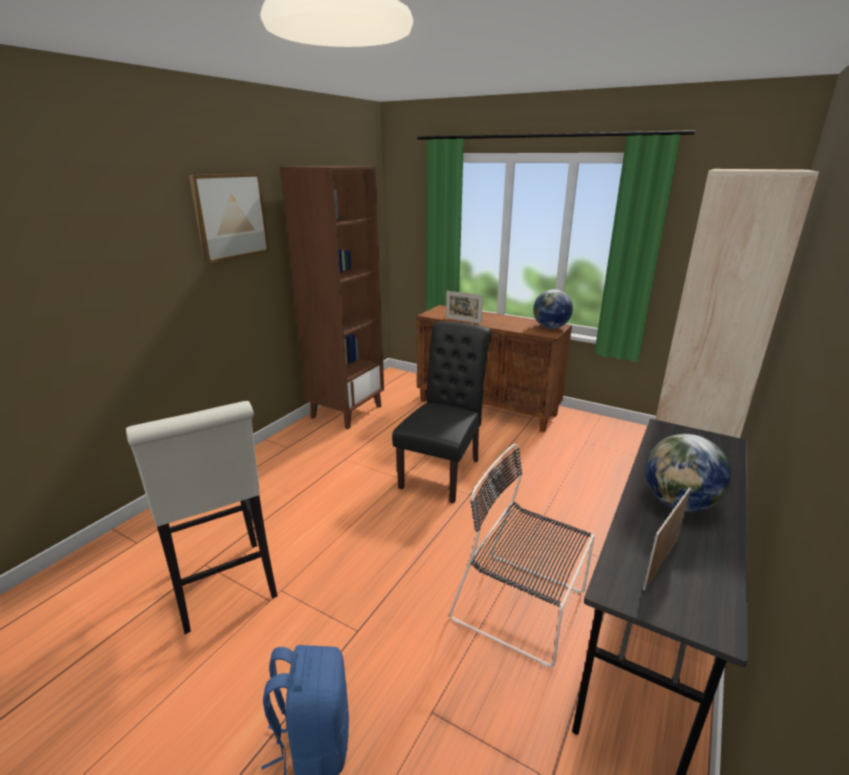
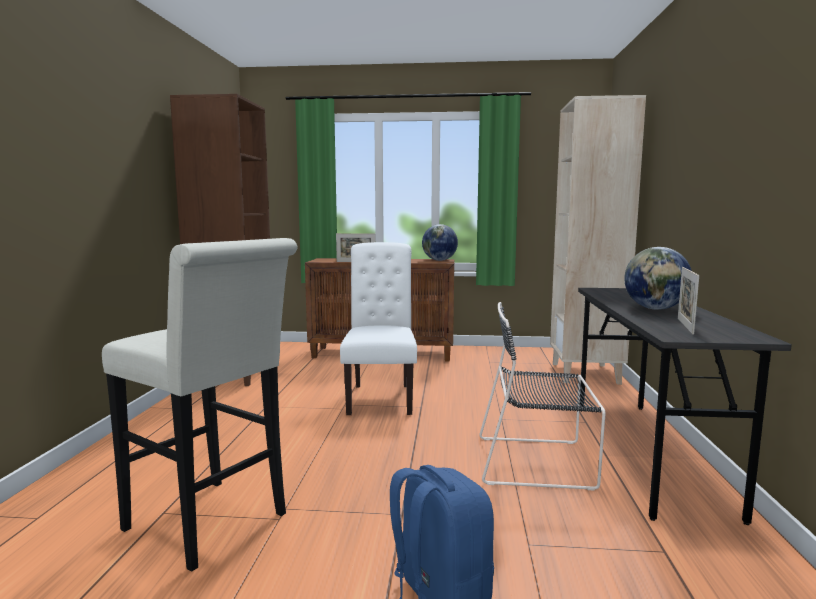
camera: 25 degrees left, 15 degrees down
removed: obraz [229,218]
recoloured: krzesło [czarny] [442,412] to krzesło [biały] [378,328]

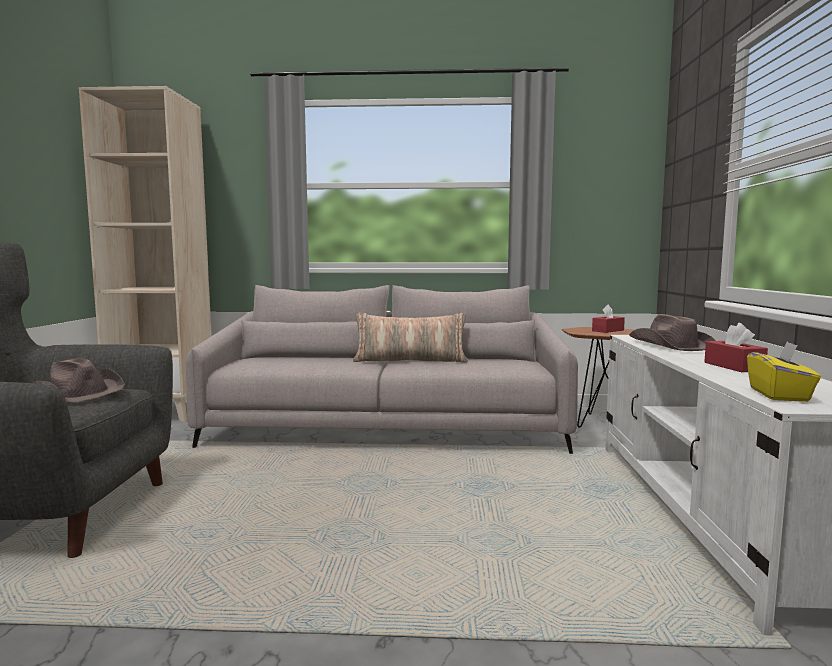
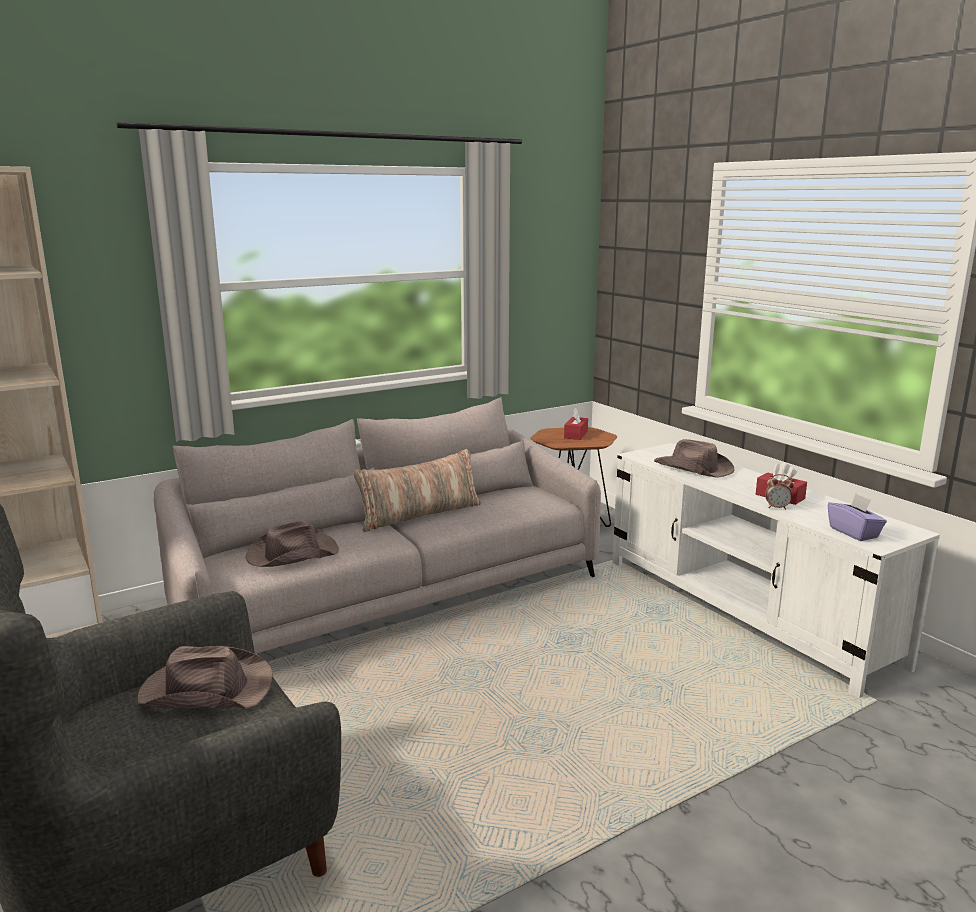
camera: 35 degrees left, 10 degrees up
added: budzik [779,492]; kapelusz [brązowy] [292,544]
recoloured: pudełko chusteczek [żółty] [784,372] to pudełko chusteczek [fioletowy] [857,517]

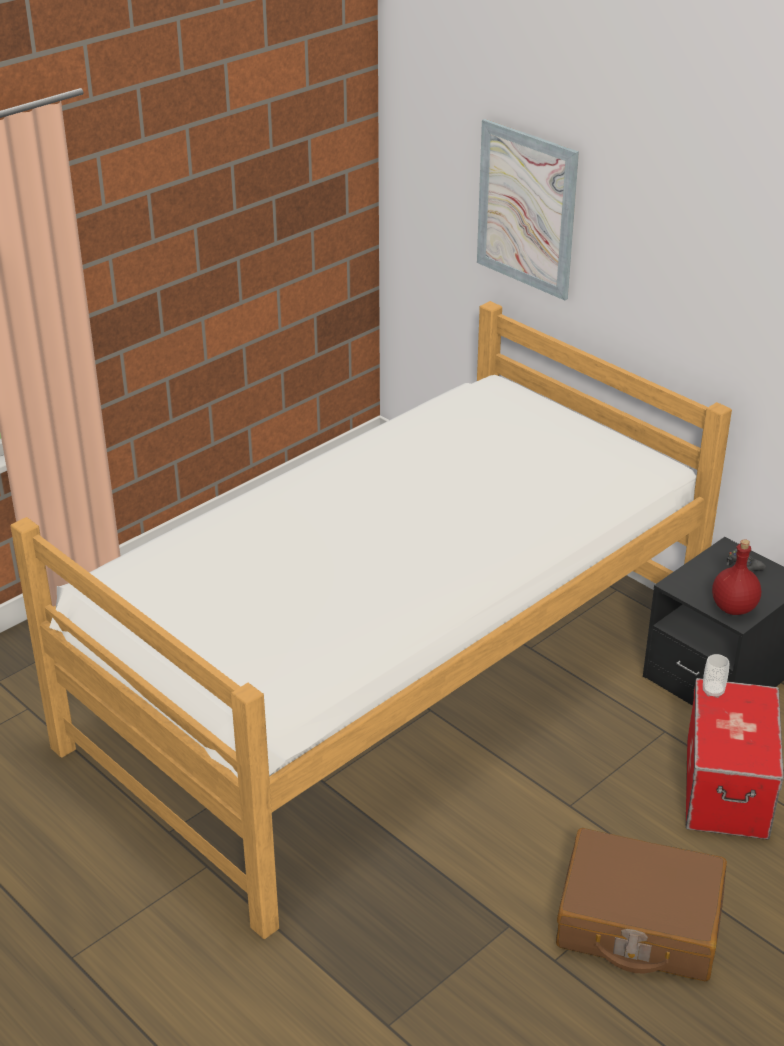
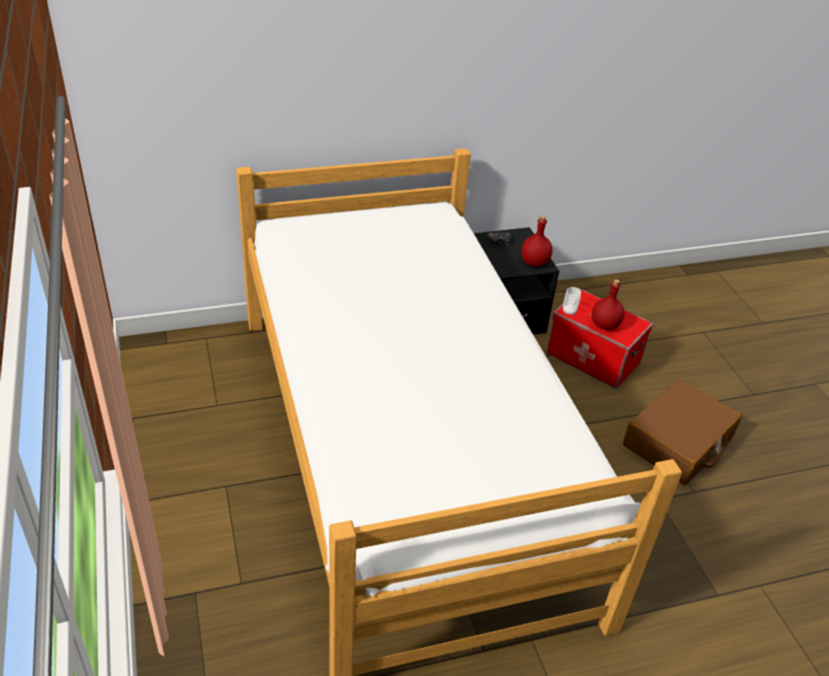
camera: 65 degrees left, 5 degrees up
removed: obraz [528,209]
added: butelka [czerwony] [608,304]

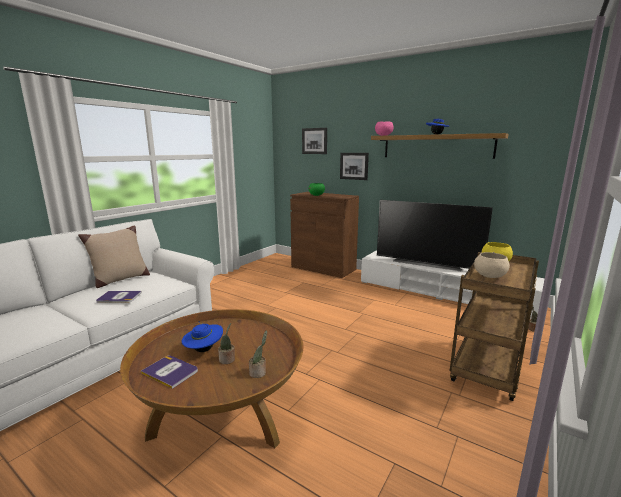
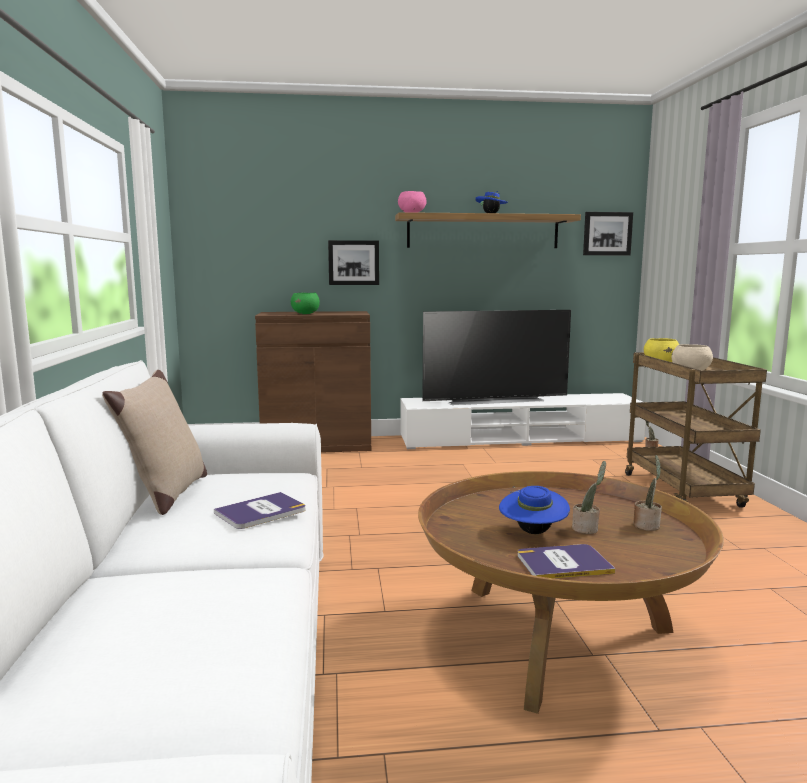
camera: 40 degrees left, 5 degrees down
moved: obraz [314,141] to [608,233]

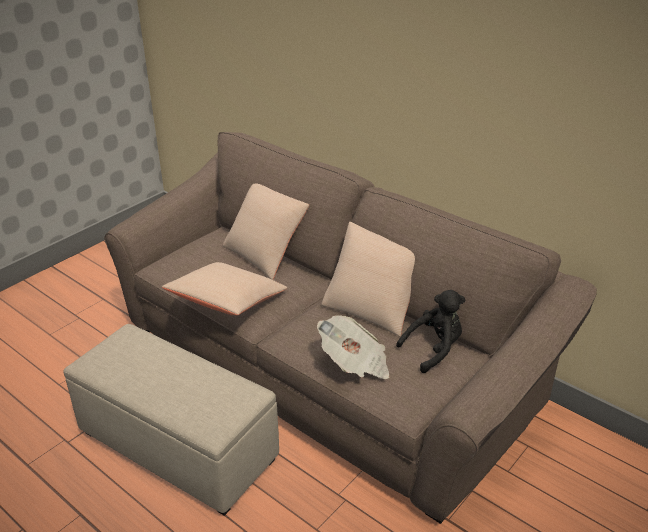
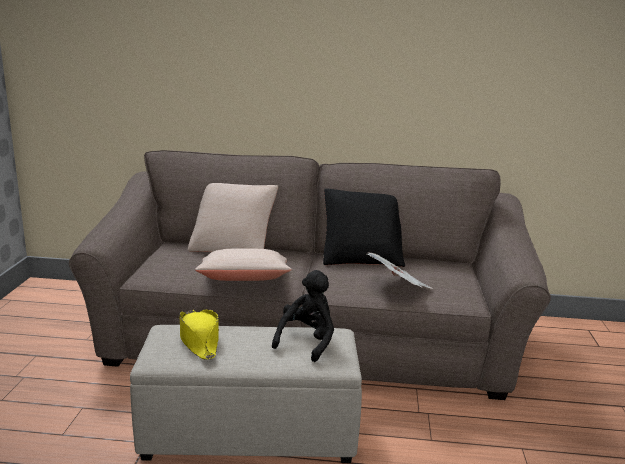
camera: 35 degrees left, 15 degrees down
added: kapelusz [żółty] [199,334]
moved: pluszak [czarny] [430,331] to [303,316]
recoloured: poduszka [beżowy] [368,279] to poduszka [czarny] [364,227]

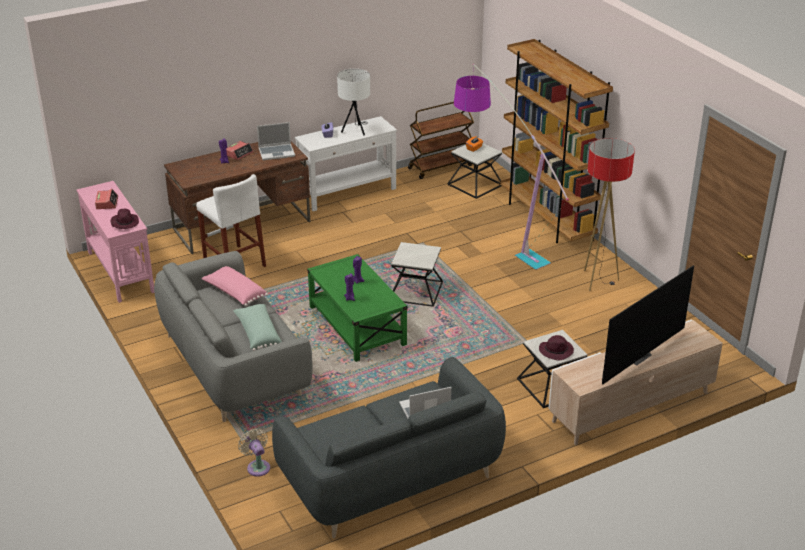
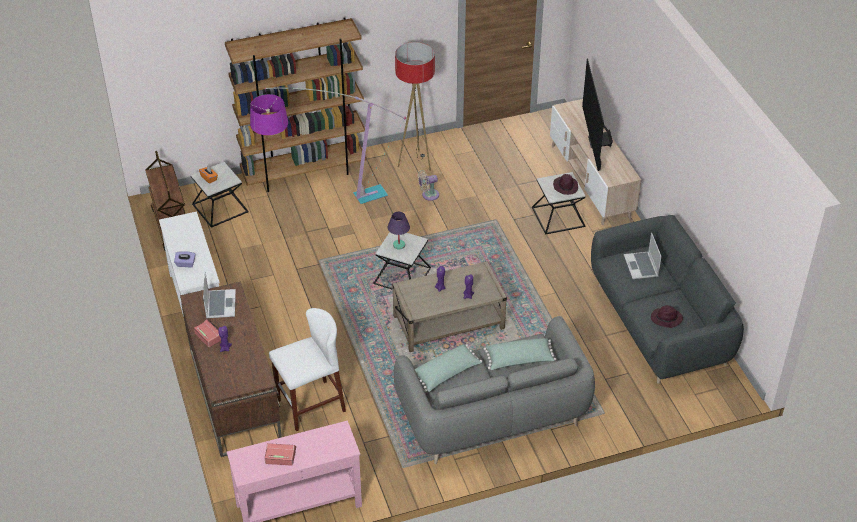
camera: 80 degrees left, 10 degrees up
removed: lampa stołowa [biały] [353,102]
added: lampa stołowa [fioletowy] [399,231]
moved: kapelusz [fioletowy] [124,219] to [667,316]; wentylator [beżowy] [254,452] to [428,185]
recoloured: ława [zielony] [357,308] to ława [beżowy] [449,306]; poduszka [różowy] [235,286] to poduszka [zielony] [448,368]
turned: telewizor [648,324] = [597,114] 150 degrees counterclockwise

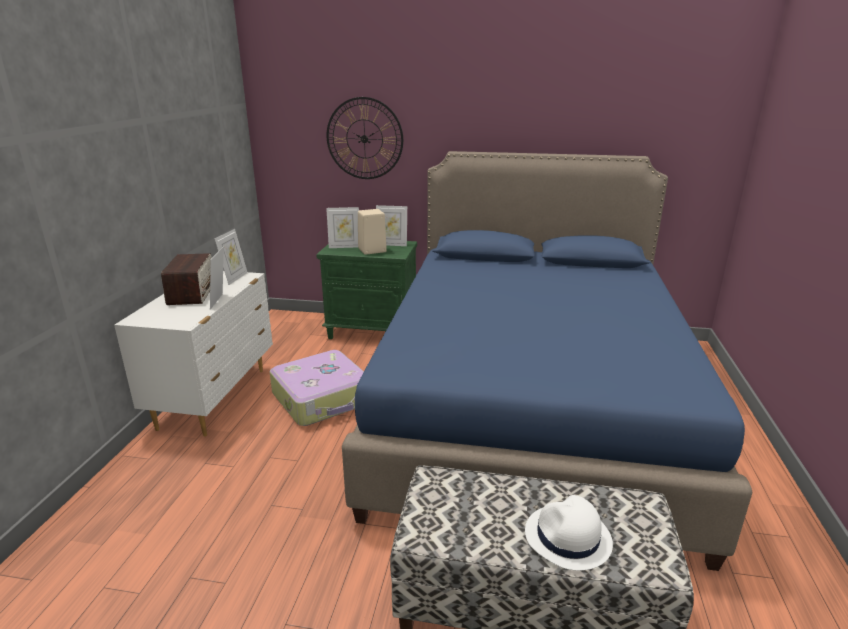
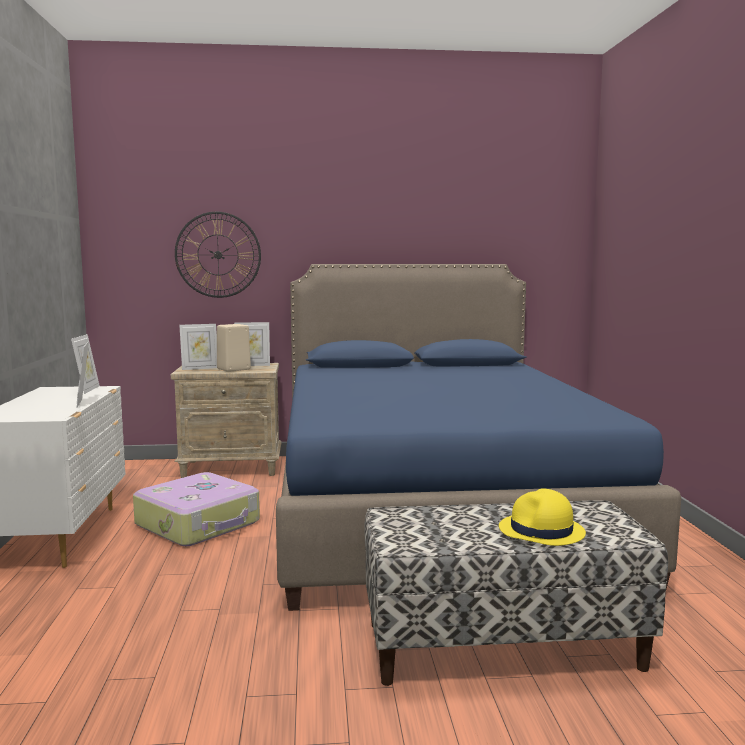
camera: 15 degrees left, 15 degrees down
removed: radio [186,279]
recoloured: szafka nocna [zielony] [366,290] to szafka nocna [beżowy] [226,420]; kapelusz [biały] [569,533] to kapelusz [żółty] [542,517]

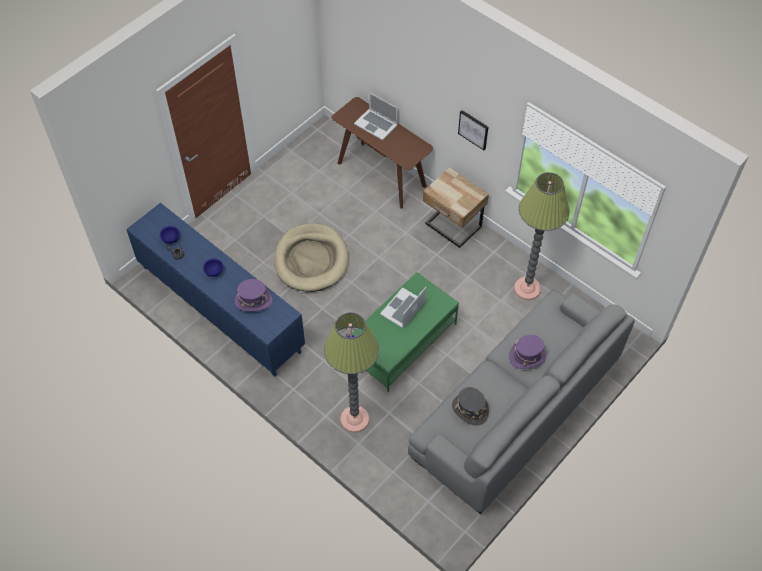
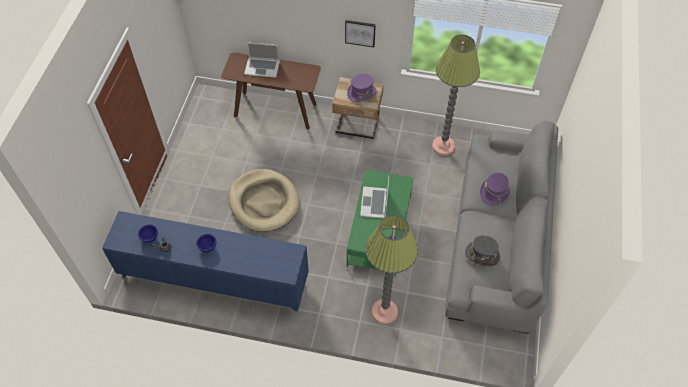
camera: 30 degrees left, 0 degrees up
moved: kapelusz [fioletowy] [253,295] to [362,88]

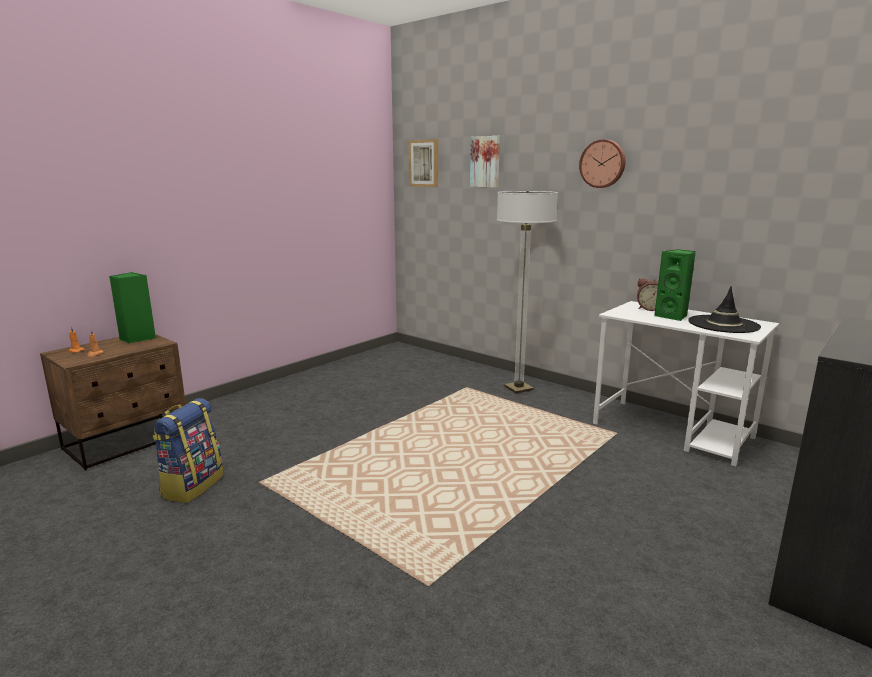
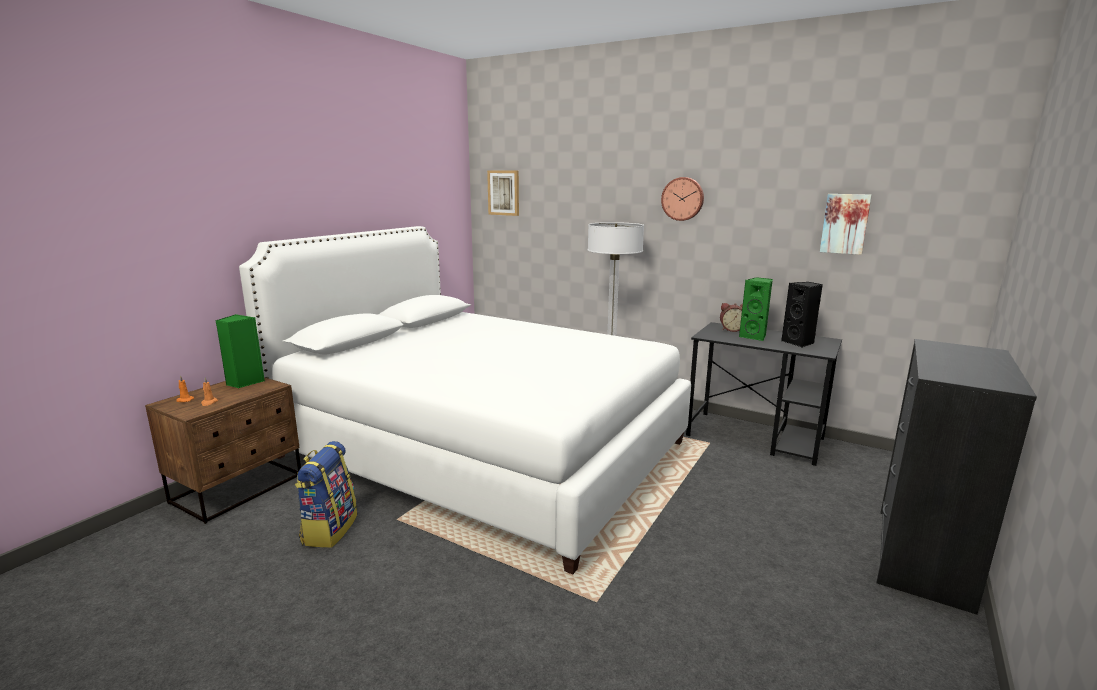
camera: 10 degrees left, 0 degrees up
added: łóżko [biały] [465,400]
moved: obraz [485,162] to [846,224]
replaced: kapelusz [czarny] [724,309] to głośnik [czarny] [802,315]
recoloured: biurko [biały] [686,384] to biurko [czarny] [764,394]

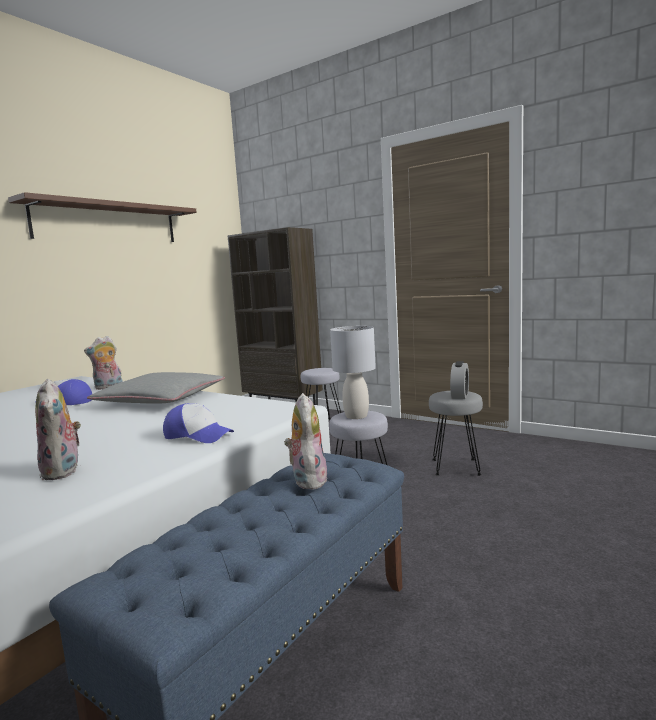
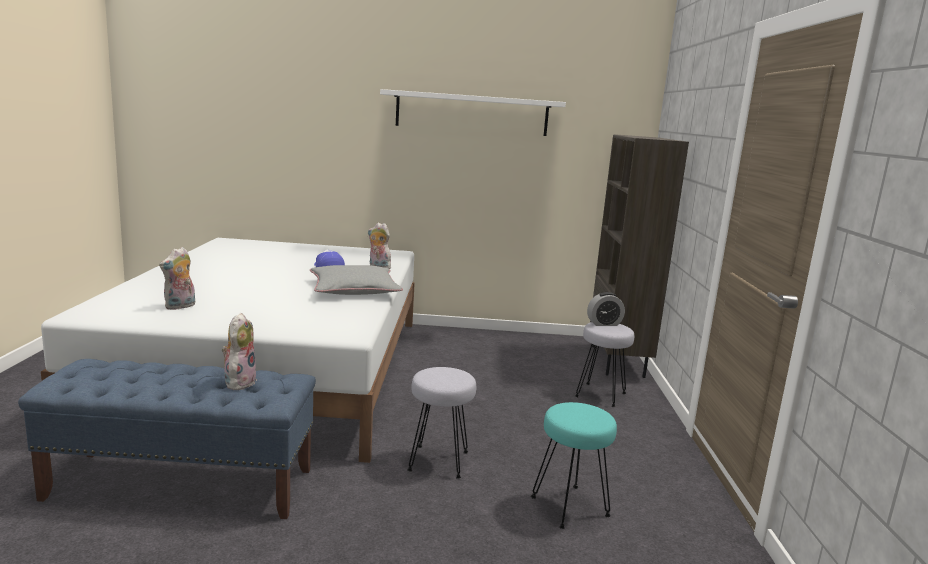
camera: 55 degrees right, 5 degrees up
removed: lampa stołowa [szary] [353,372]; czapka z daszkiem [198,423]
moved: budzik [459,380] to [606,309]
recoloured: półka [brązowy] [102,217] to półka [biały] [473,112]; stołek [szary] [456,433] to stołek [turkusowy] [574,465]
turned: pluszak [306,441] = [239,351] 45 degrees counterclockwise

